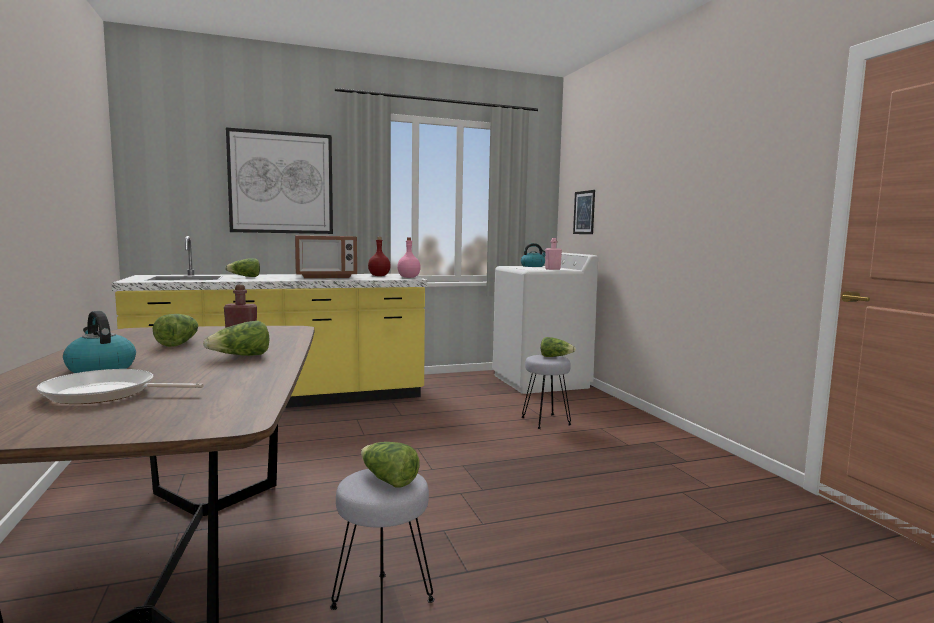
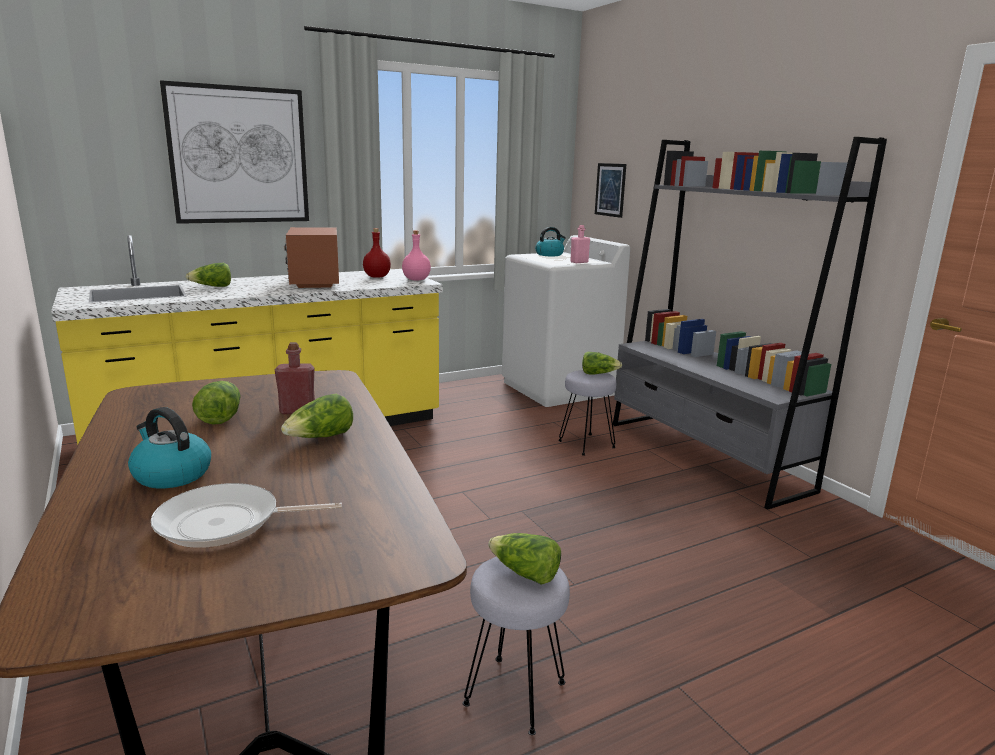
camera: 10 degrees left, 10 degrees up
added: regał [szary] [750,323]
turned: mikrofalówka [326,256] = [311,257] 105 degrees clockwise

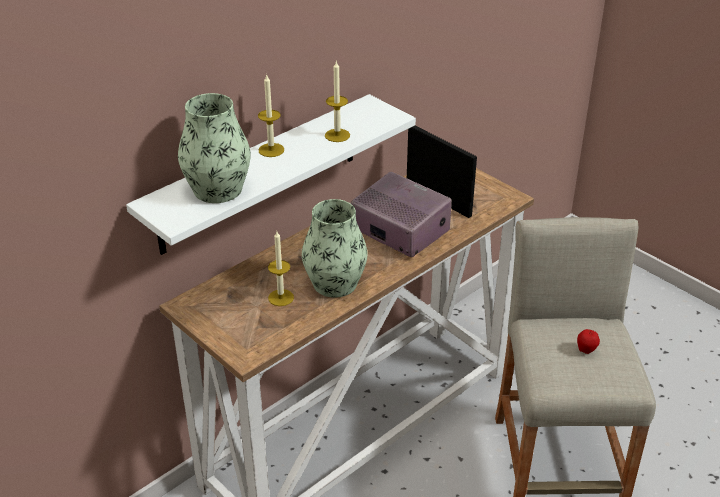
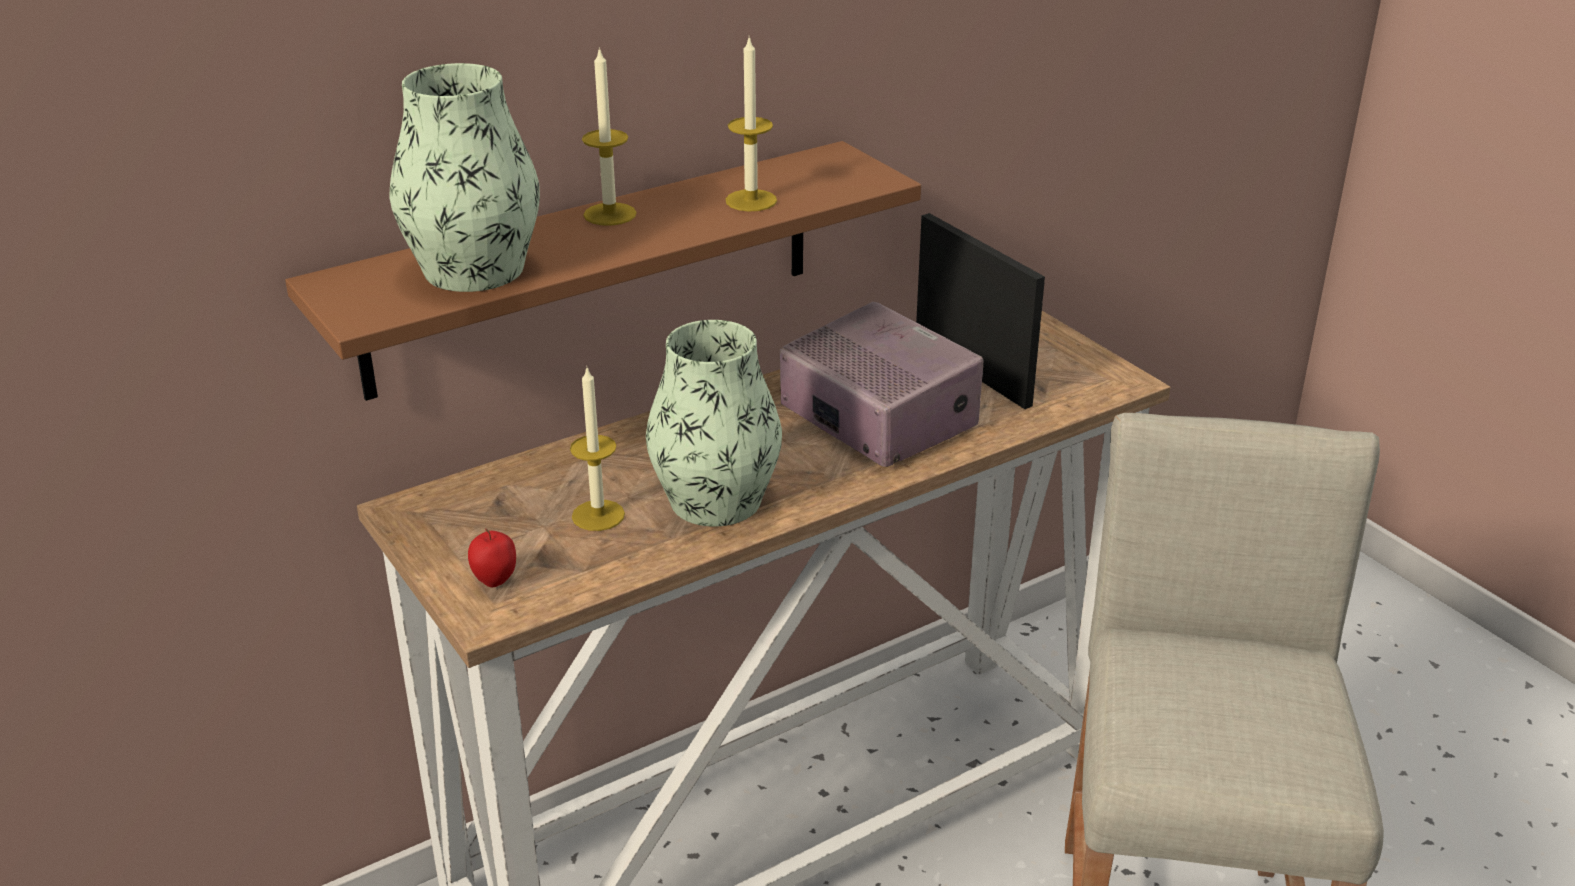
camera: 10 degrees right, 5 degrees down
moved: jabłko [588,341] to [492,557]
recoloured: półka [biały] [271,174] to półka [brązowy] [603,271]

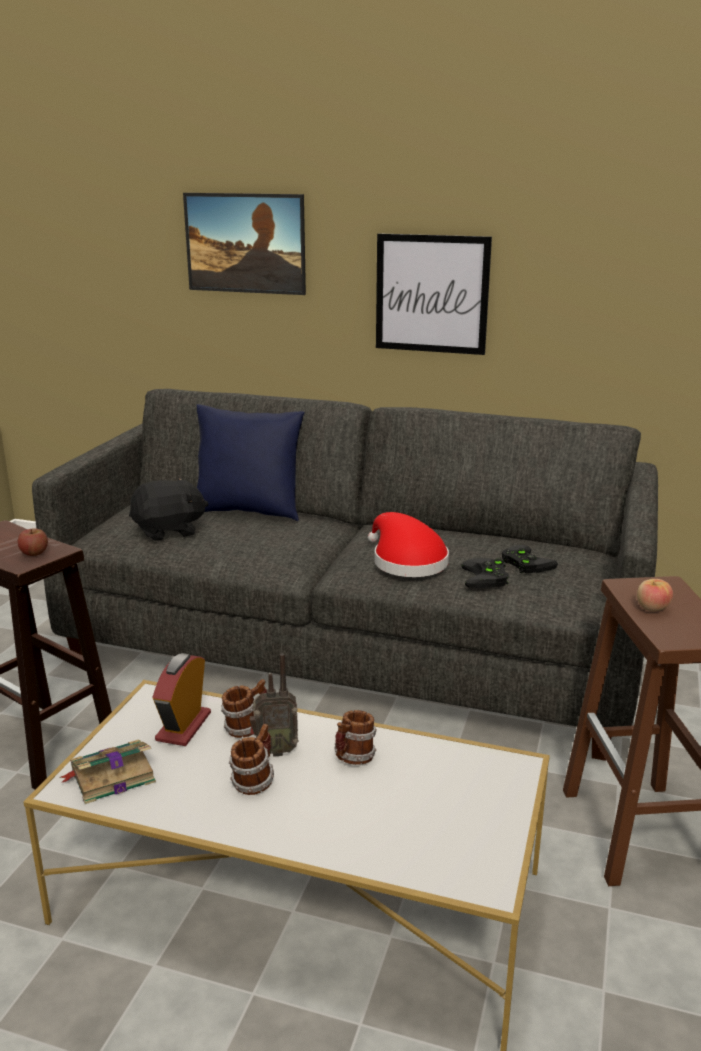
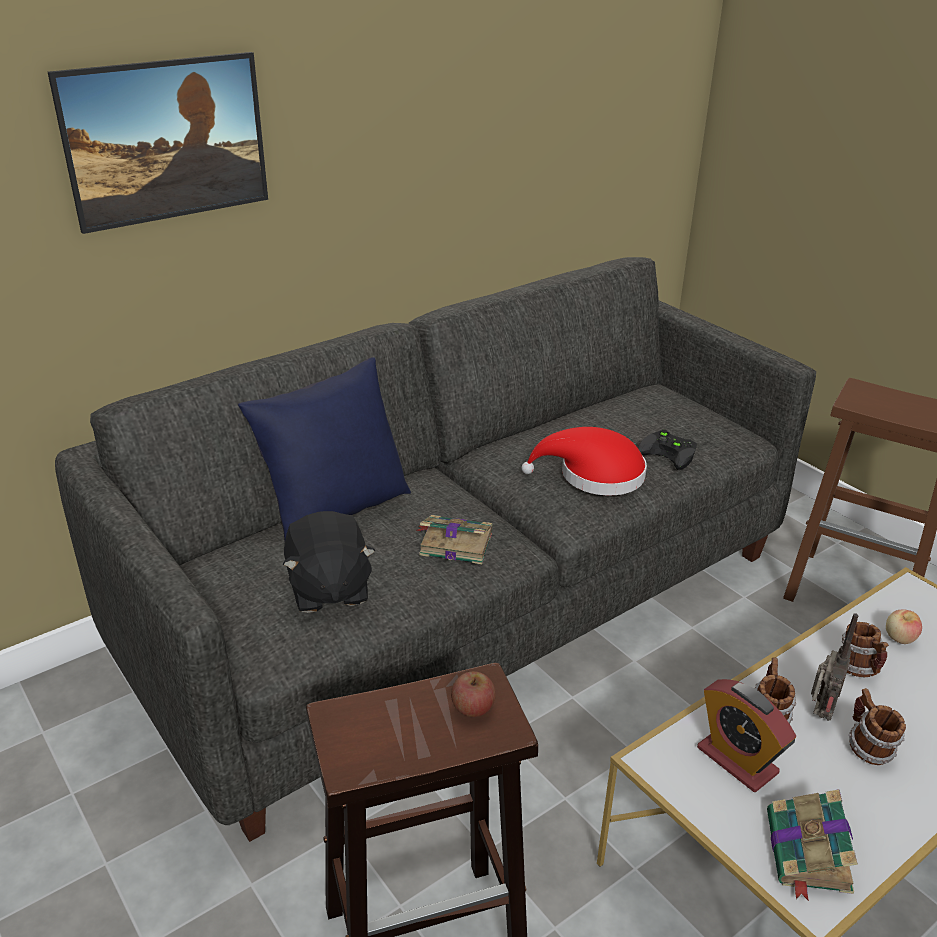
camera: 55 degrees left, 10 degrees up
removed: obraz [434,294]; pad do gier [czarny] [530,559]
added: książka [454,539]
moved: jabłko [655,595] to [904,626]
turned: pluszak [czarny] [169,509] = [329,562] 150 degrees clockwise

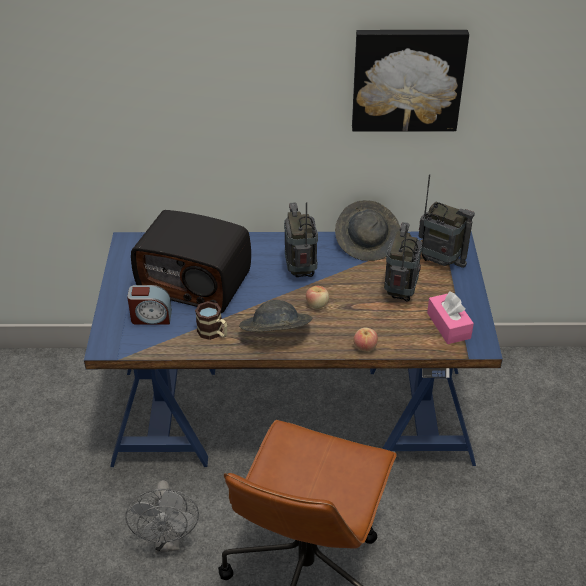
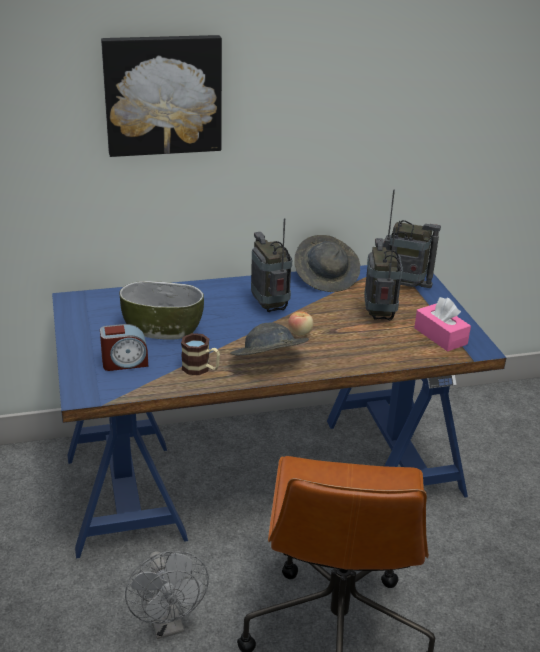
camera: 15 degrees left, 10 degrees down
removed: jabłko [365,339]
moved: obraz [410,81] to [161,96]
replaced: radio [191,261] to miska [161,310]

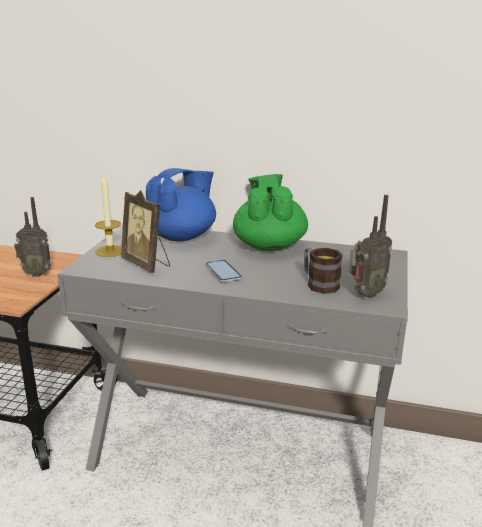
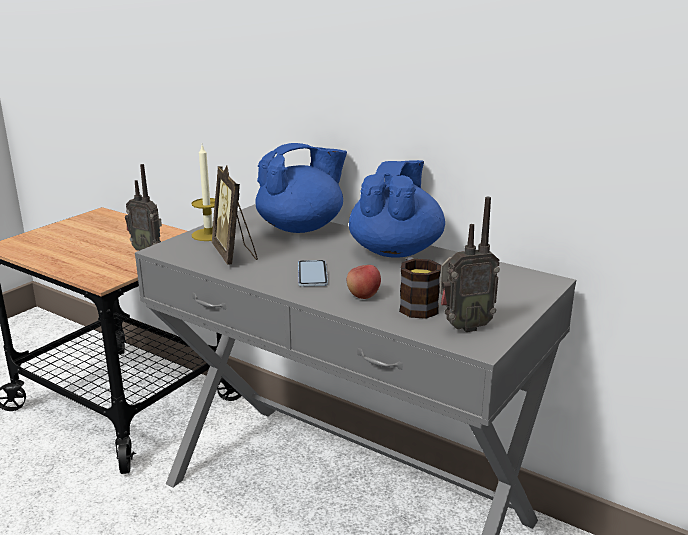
camera: 20 degrees right, 0 degrees up
added: jabłko [364,282]
recoloured: imbryk [zielony] [270,212] to imbryk [niebieski] [397,209]

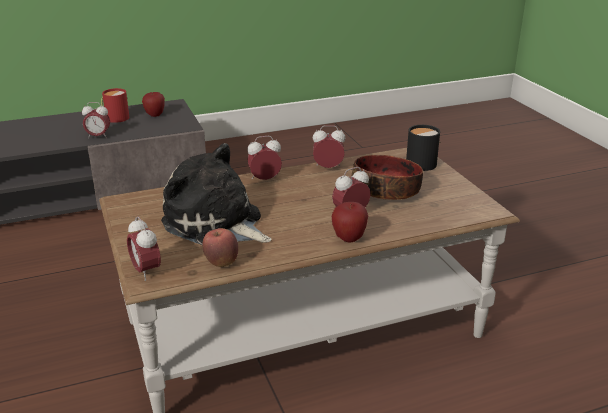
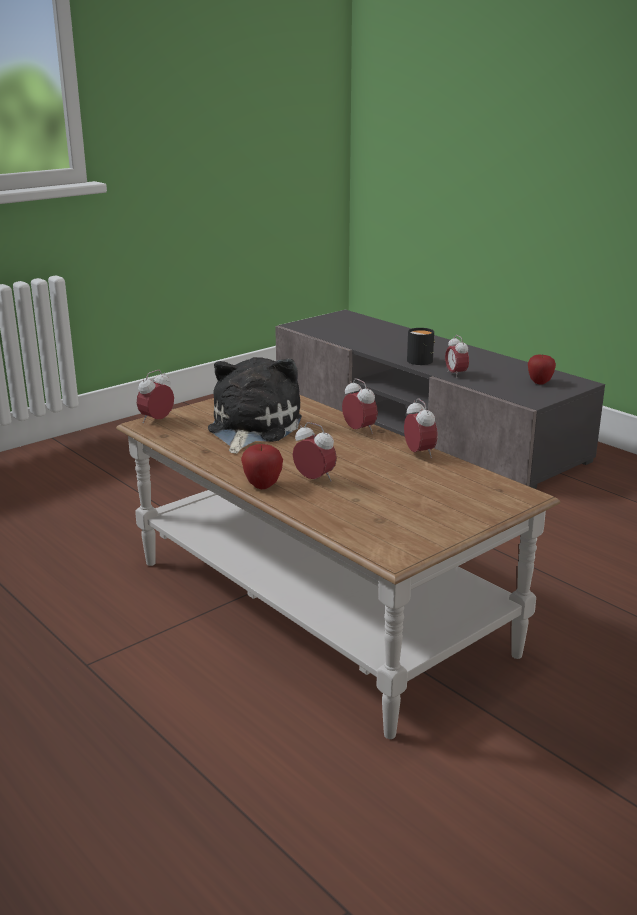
camera: 70 degrees right, 5 degrees down
removed: kubek [czerwony] [115,105]; miska [387,177]; jabłko [220,247]
moved: kubek [czarny] [423,148] to [421,346]

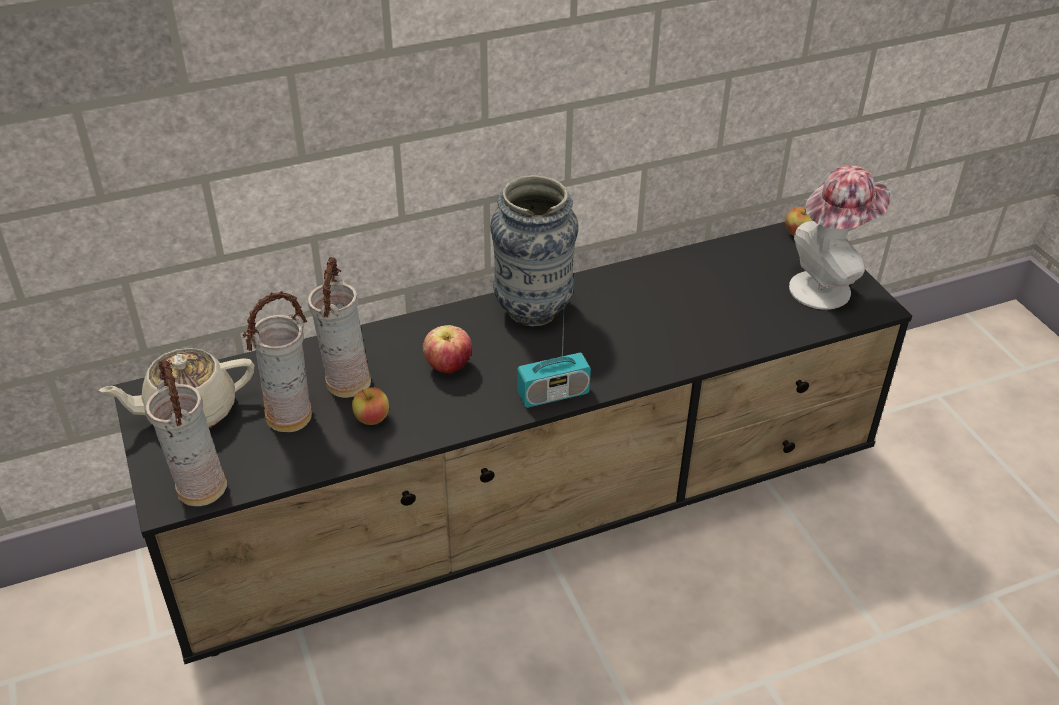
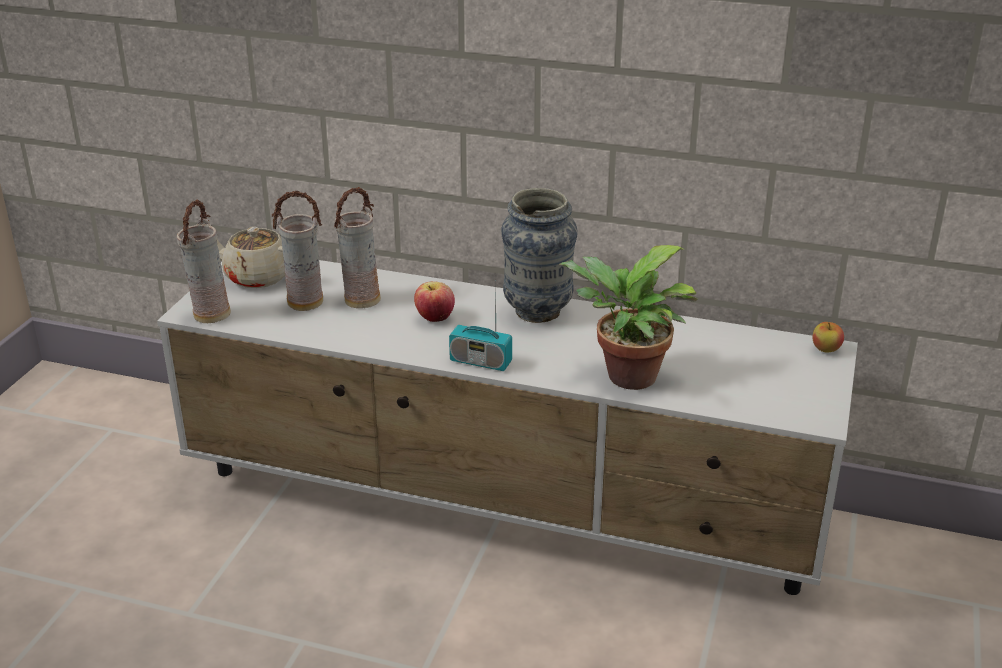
camera: 40 degrees right, 10 degrees down
removed: kapelusz [839,237]; jabłko [370,406]
added: roślina doniczkowa [628,317]
recoloured: szafka pod telewizor [czarny] [512,443] to szafka pod telewizor [biały] [507,427]

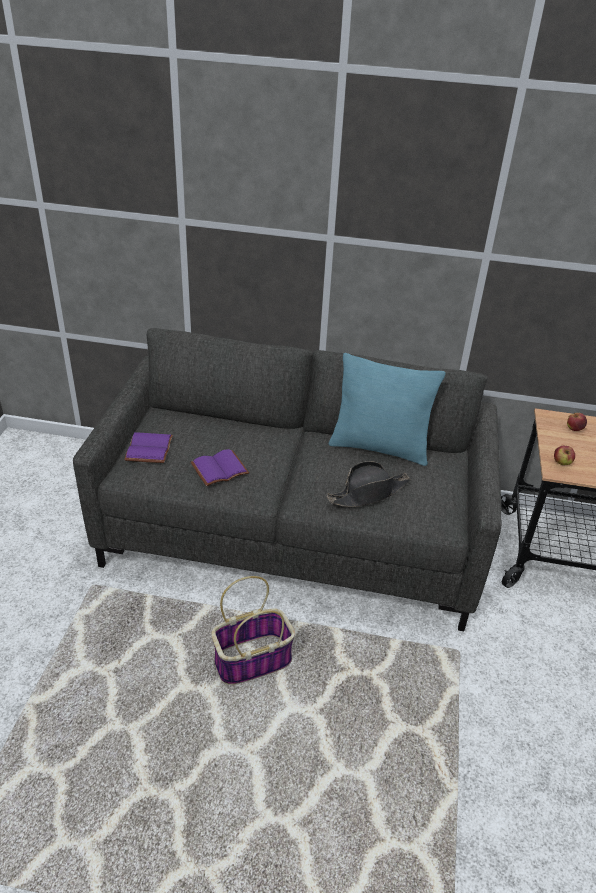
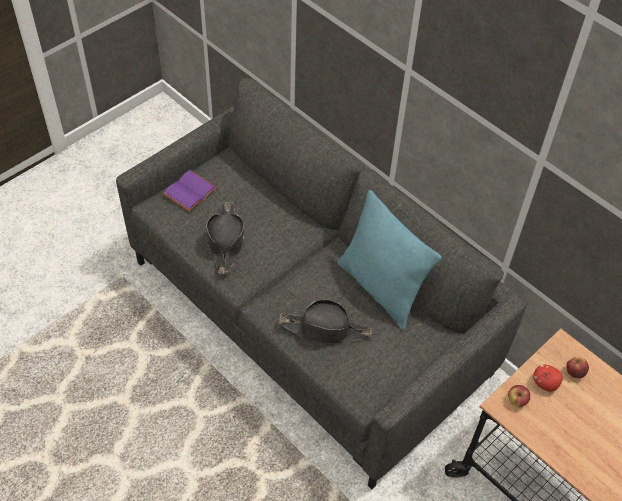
camera: 35 degrees right, 15 degrees up
removed: koszyk [253,630]
added: jabłko [548,378]
replaced: książka [fioletowy] [220,467] to kapelusz [czarny] [225,238]

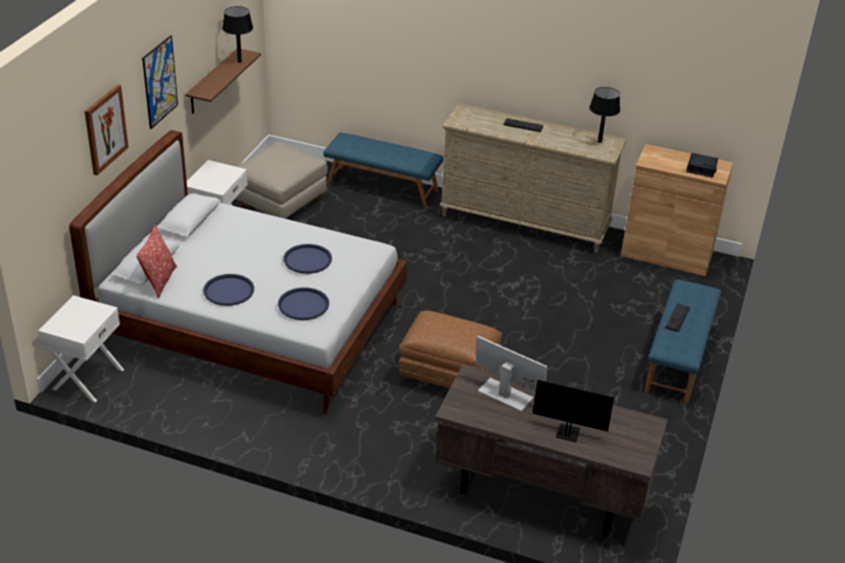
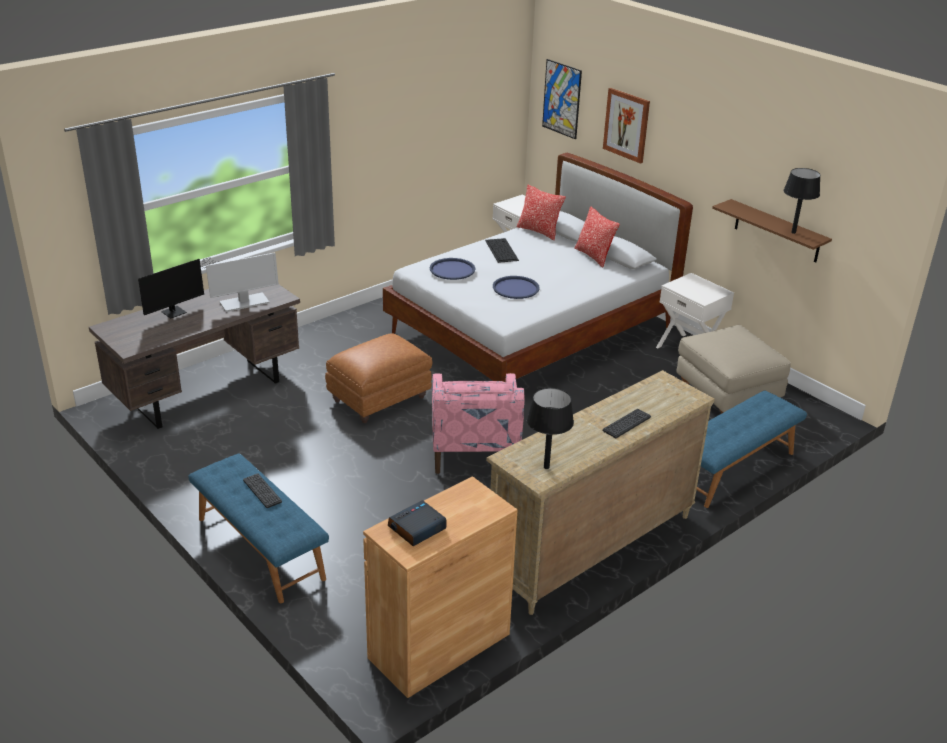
camera: 120 degrees right, 5 degrees down
added: poduszka [597,237]; fotel [różowy] [478,423]
moved: obraz [160,82] to [562,99]
replaced: taca [niebieski] [228,290] to klawiatura [502,250]

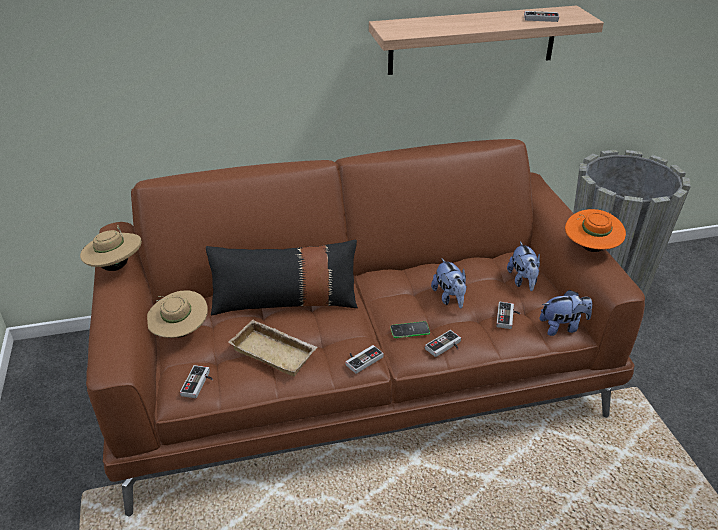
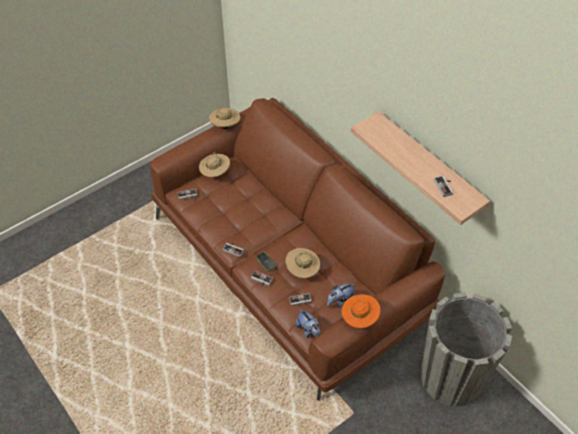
camera: 65 degrees right, 15 degrees up
removed: poduszka [czarny] [282,277]; taca [beżowy] [273,348]
replaced: pluszak [449,283] to kapelusz [beżowy] [303,263]

